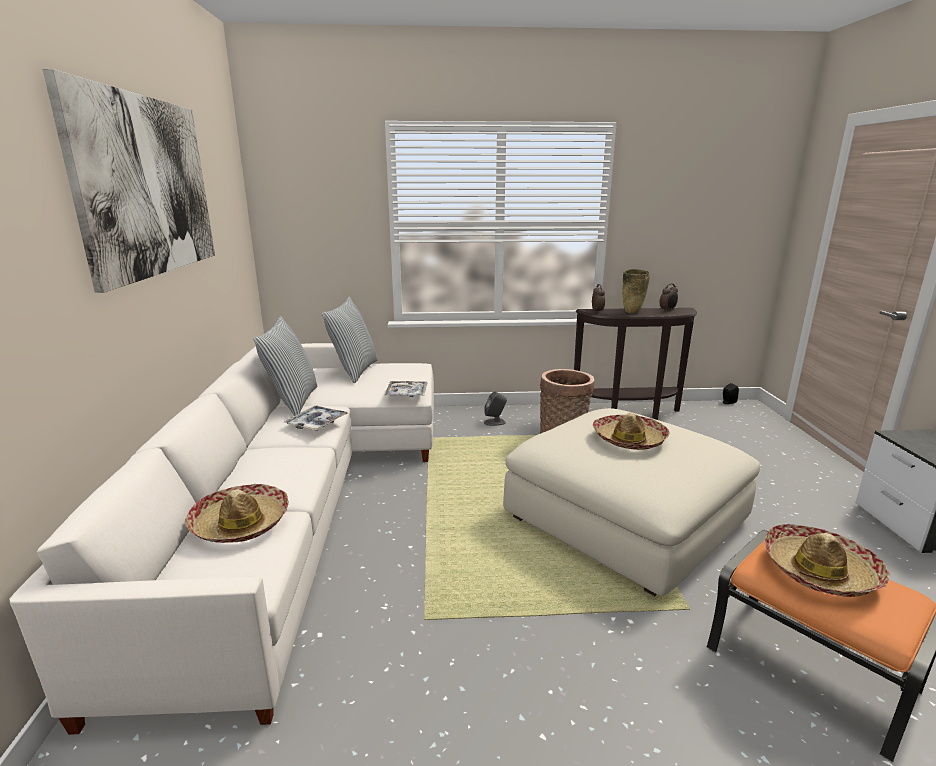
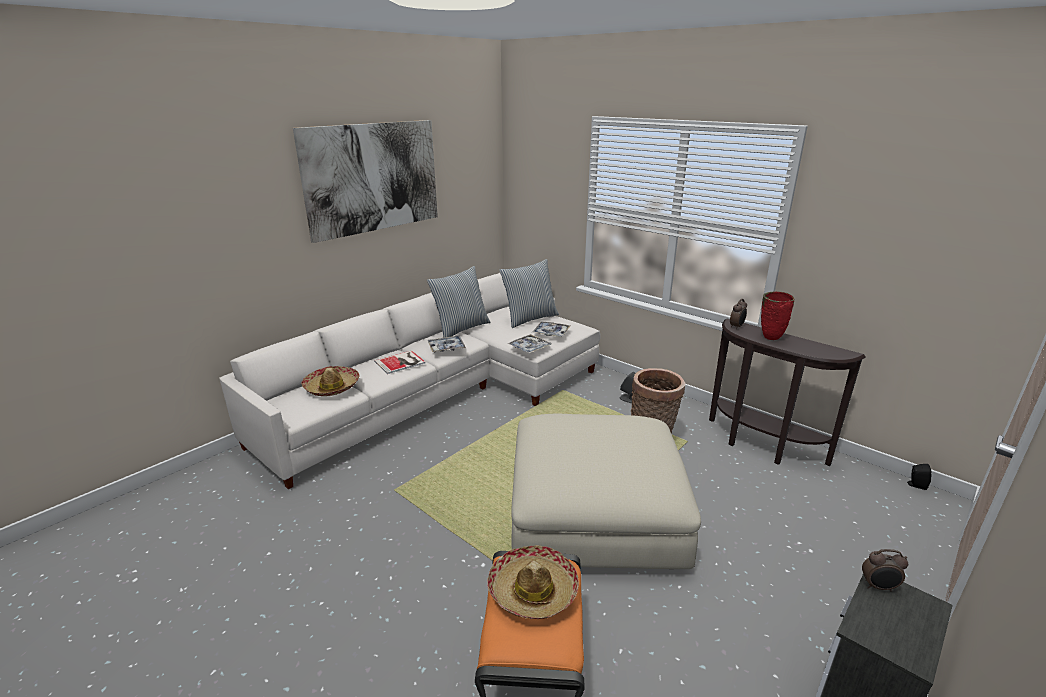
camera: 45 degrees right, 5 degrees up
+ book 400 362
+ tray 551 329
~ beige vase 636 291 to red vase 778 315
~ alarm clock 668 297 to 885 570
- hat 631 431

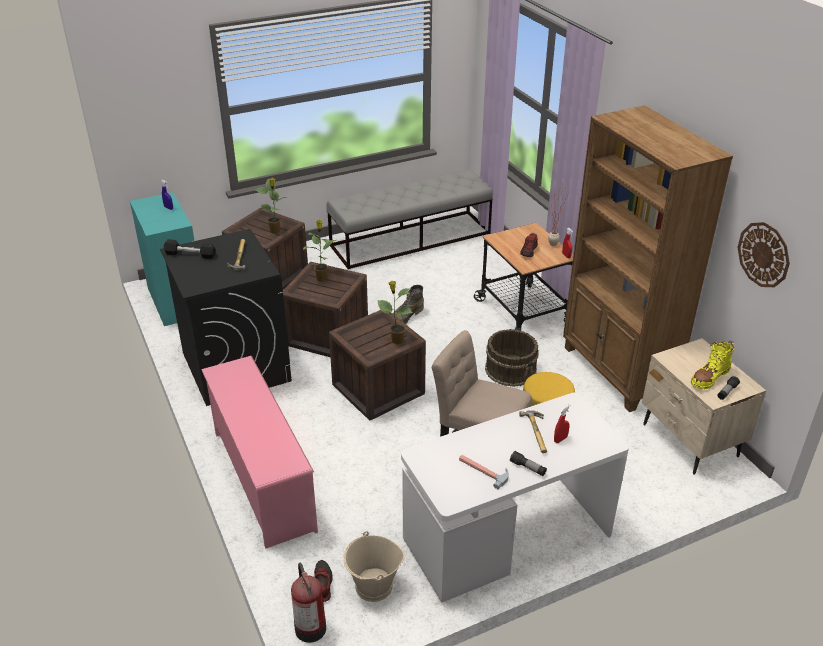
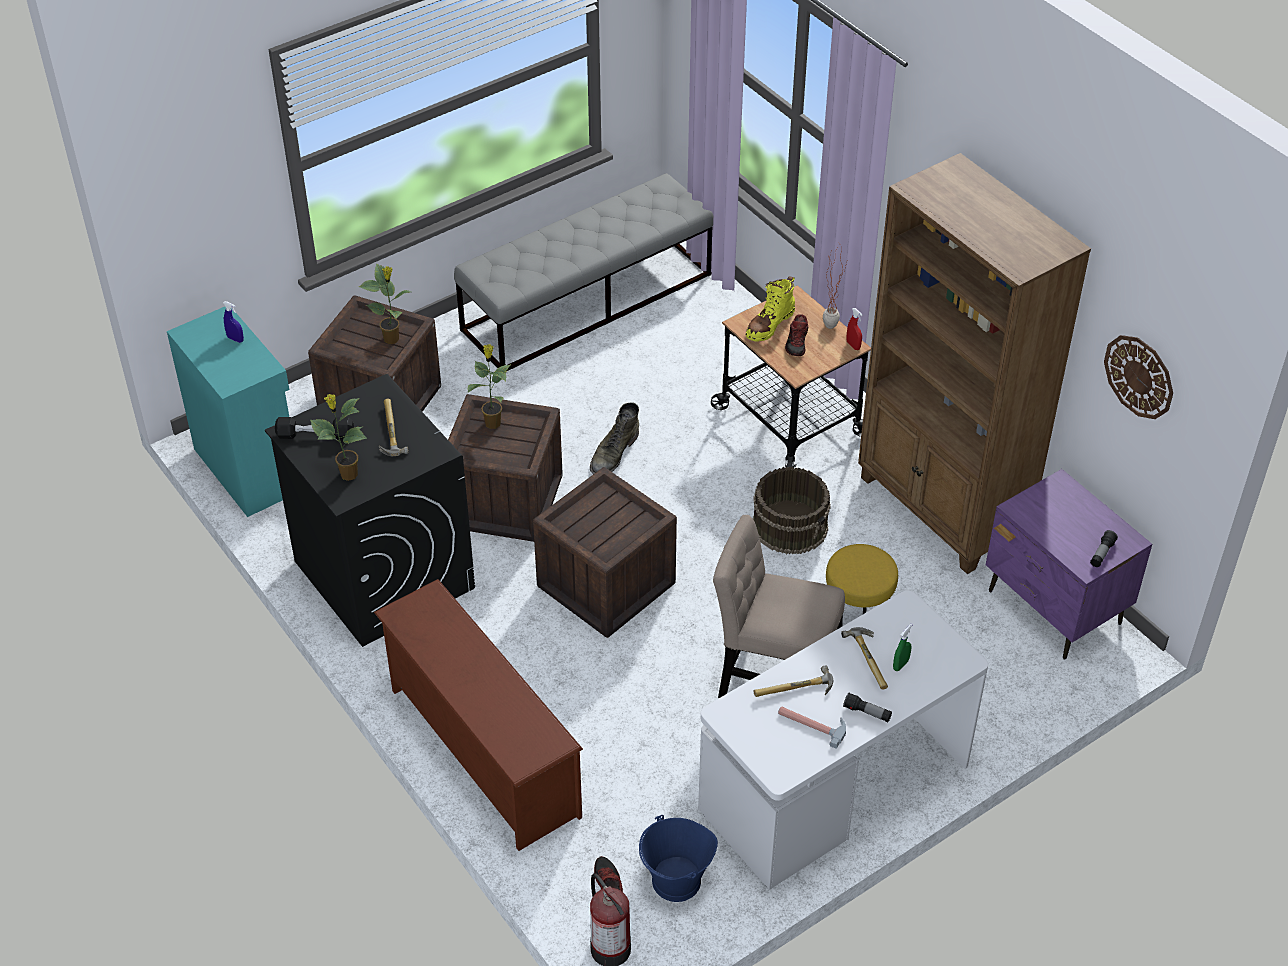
camera: 10 degrees left, 10 degrees up
~ potted plant 395 313 to 338 437
~ pink shoe rack 259 452 to brown shoe rack 478 715
~ beige bucket 374 566 to blue bucket 678 858
~ yellow boot 712 365 to 770 309
+ hammer 793 681
~ red spray bottle 562 423 to green spray bottle 902 647
~ beige nightstand 704 406 to purple nightstand 1069 564

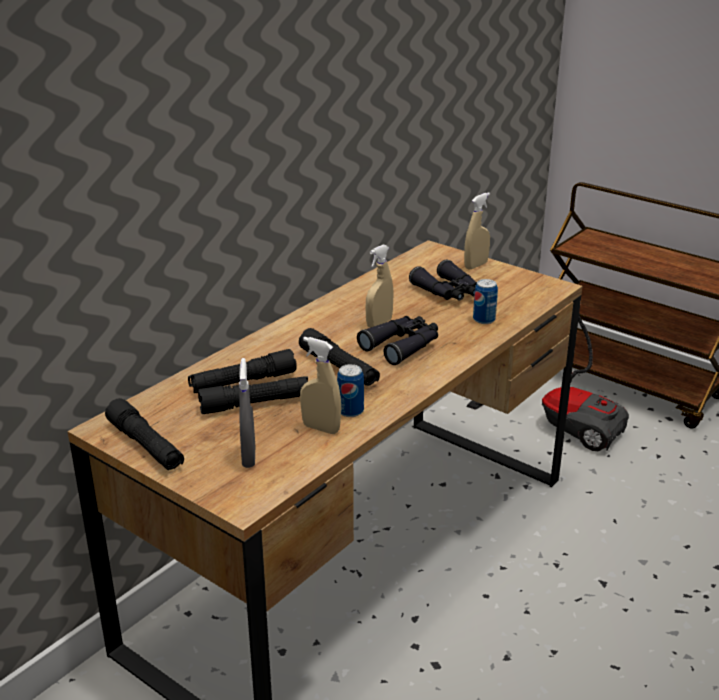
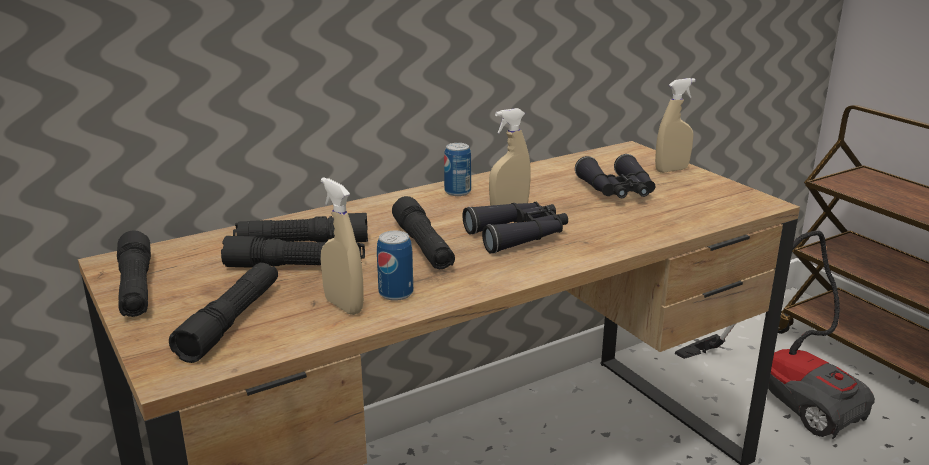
camera: 20 degrees right, 5 degrees down
~ grey spray bottle 247 413 to black flashlight 223 313
~ can 485 301 to 457 169

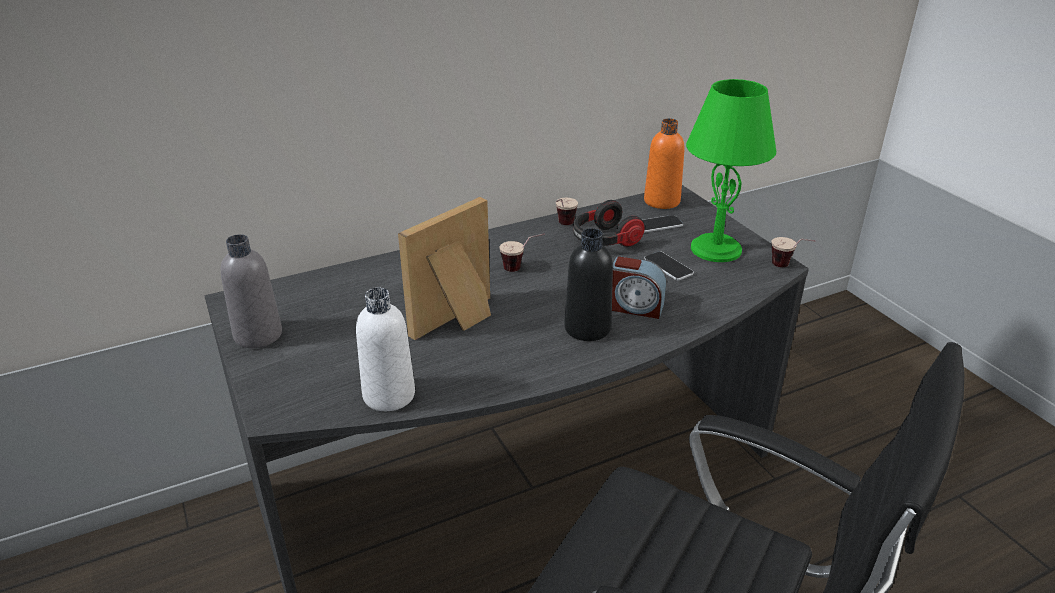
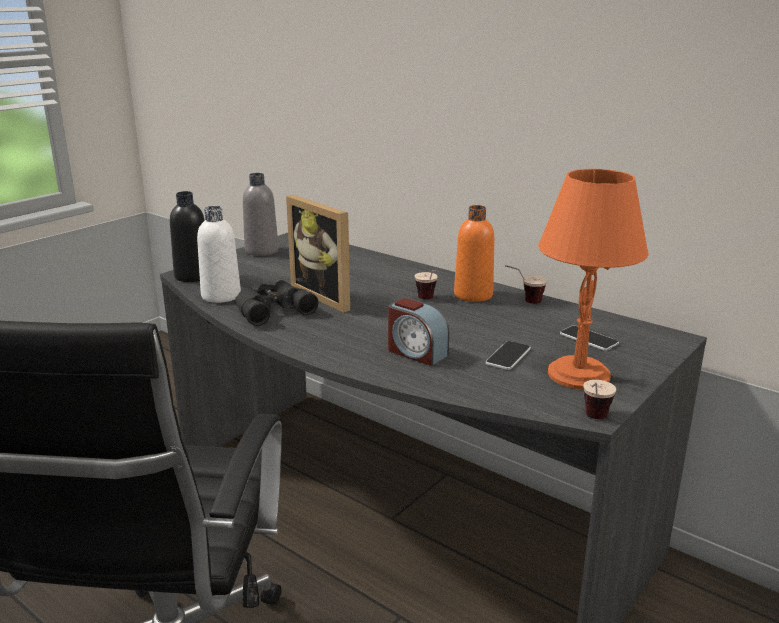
camera: 65 degrees right, 10 degrees down
~ black bottle 588 284 to 187 236
+ black binoculars 277 303
~ picture frame 444 268 = 318 254 150 degrees counterclockwise
~ alarm clock 639 287 = 418 332 45 degrees counterclockwise
~ orange bottle 664 163 to 474 253
~ green table lamp 731 170 to orange table lamp 593 279
- headphones 609 223

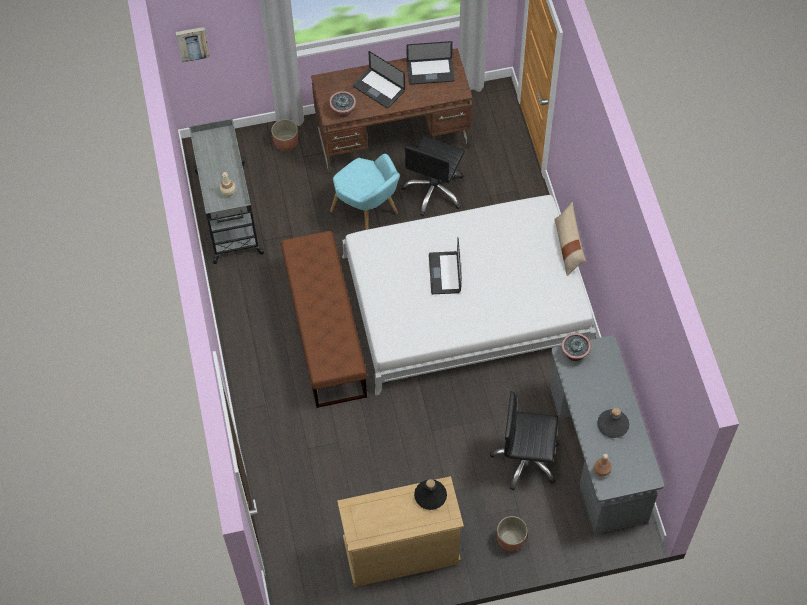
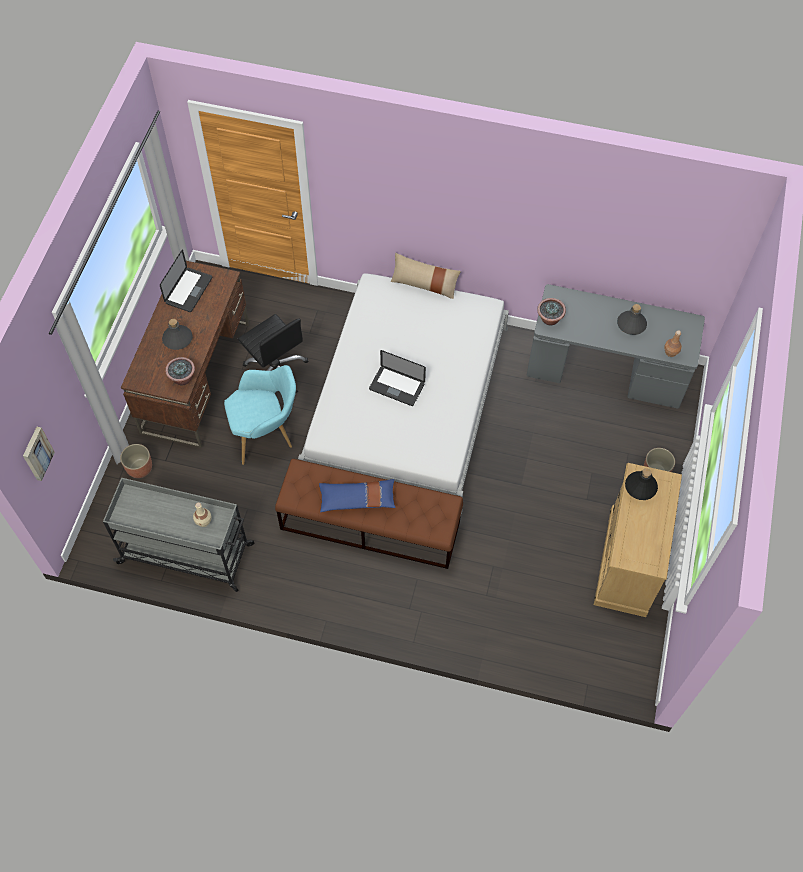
camera: 65 degrees left, 0 degrees up
~ laptop 379 79 to grey bottle 177 334
+ blue pillow 357 495
- black office chair 524 440

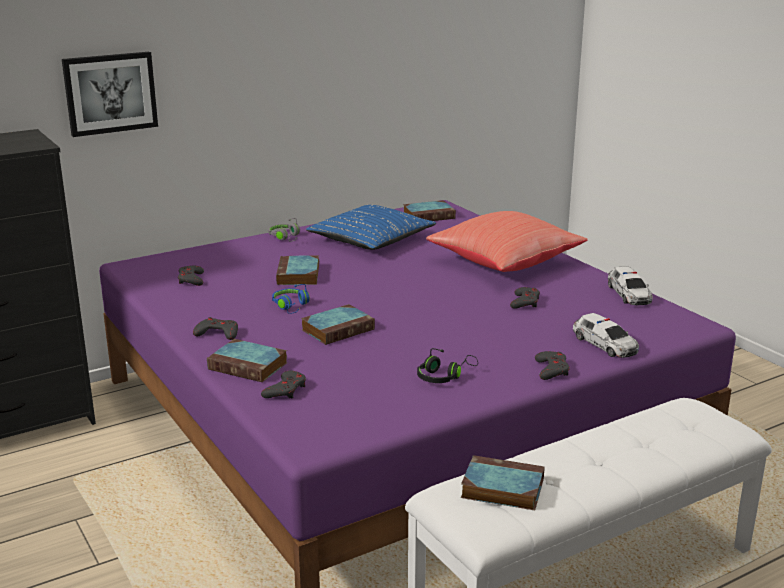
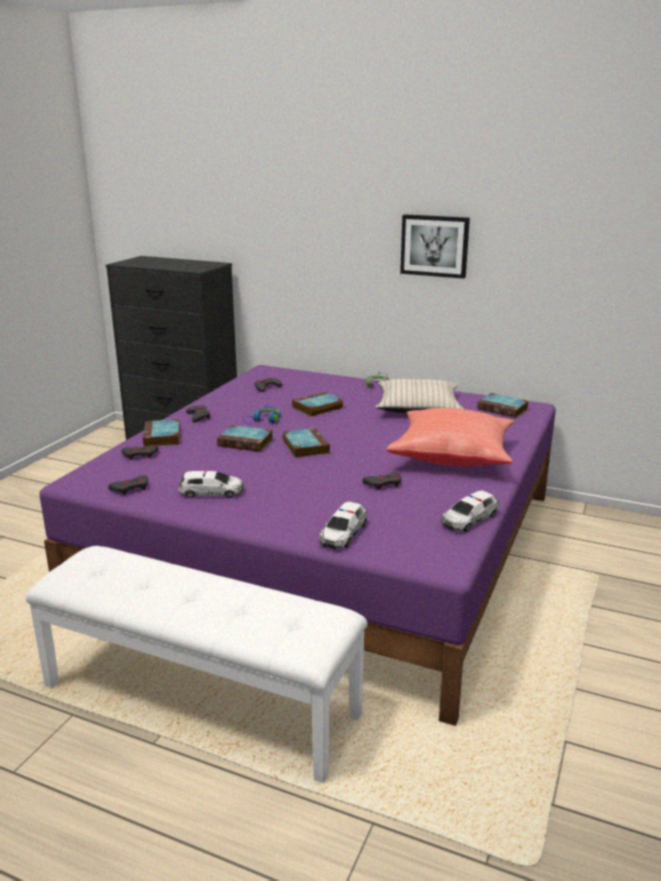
camera: 55 degrees right, 0 degrees up
~ grey game controller 552 365 to 128 485
~ black headphones 447 365 to toy car 211 484
~ book 503 482 to 306 443
~ blue pillow 371 227 to beige pillow 419 396
~ picture 110 94 to 435 246

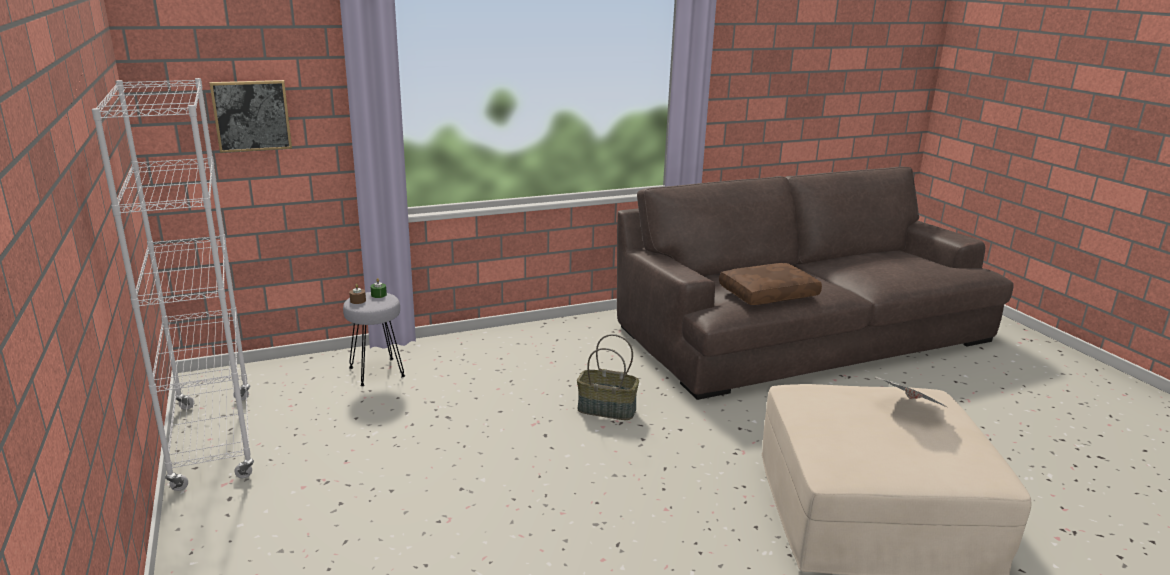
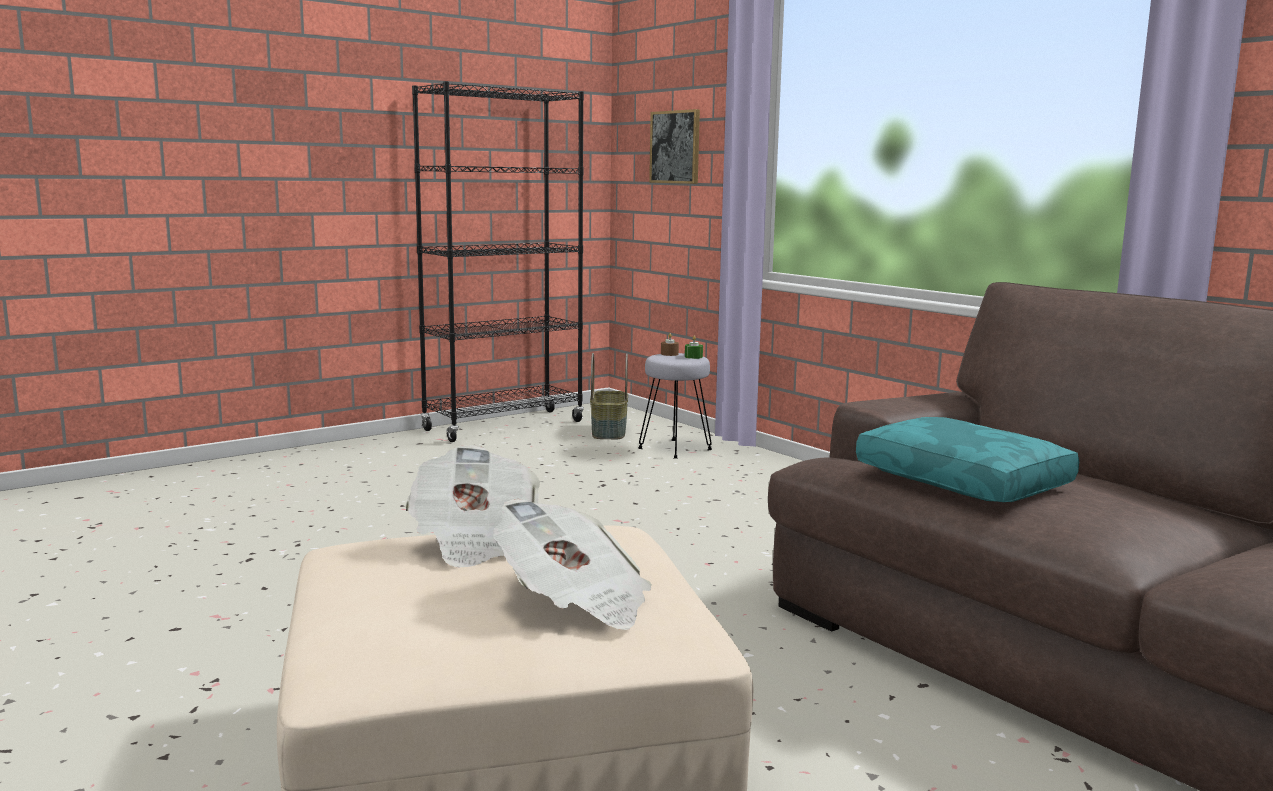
camera: 75 degrees right, 10 degrees down
+ newspaper 472 506
~ white bookcase 173 284 to black bookcase 498 261
~ basket 608 377 to 609 396
~ brown pillow 770 284 to turquoise pillow 967 459

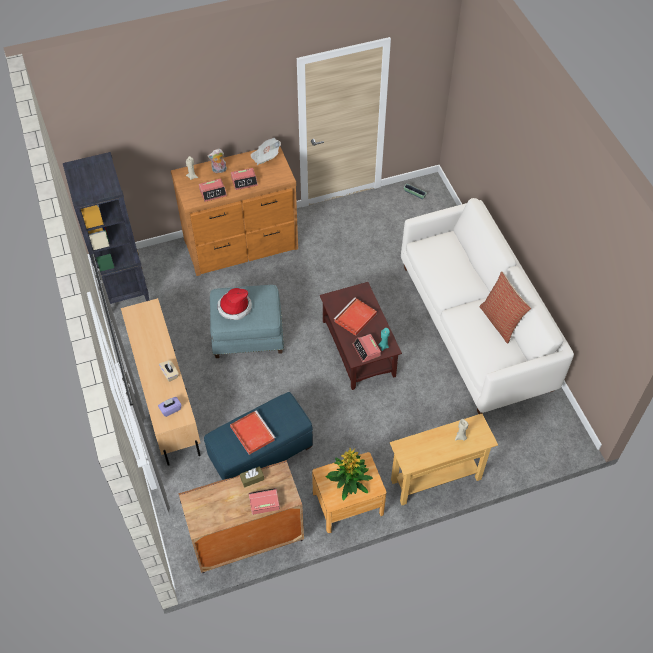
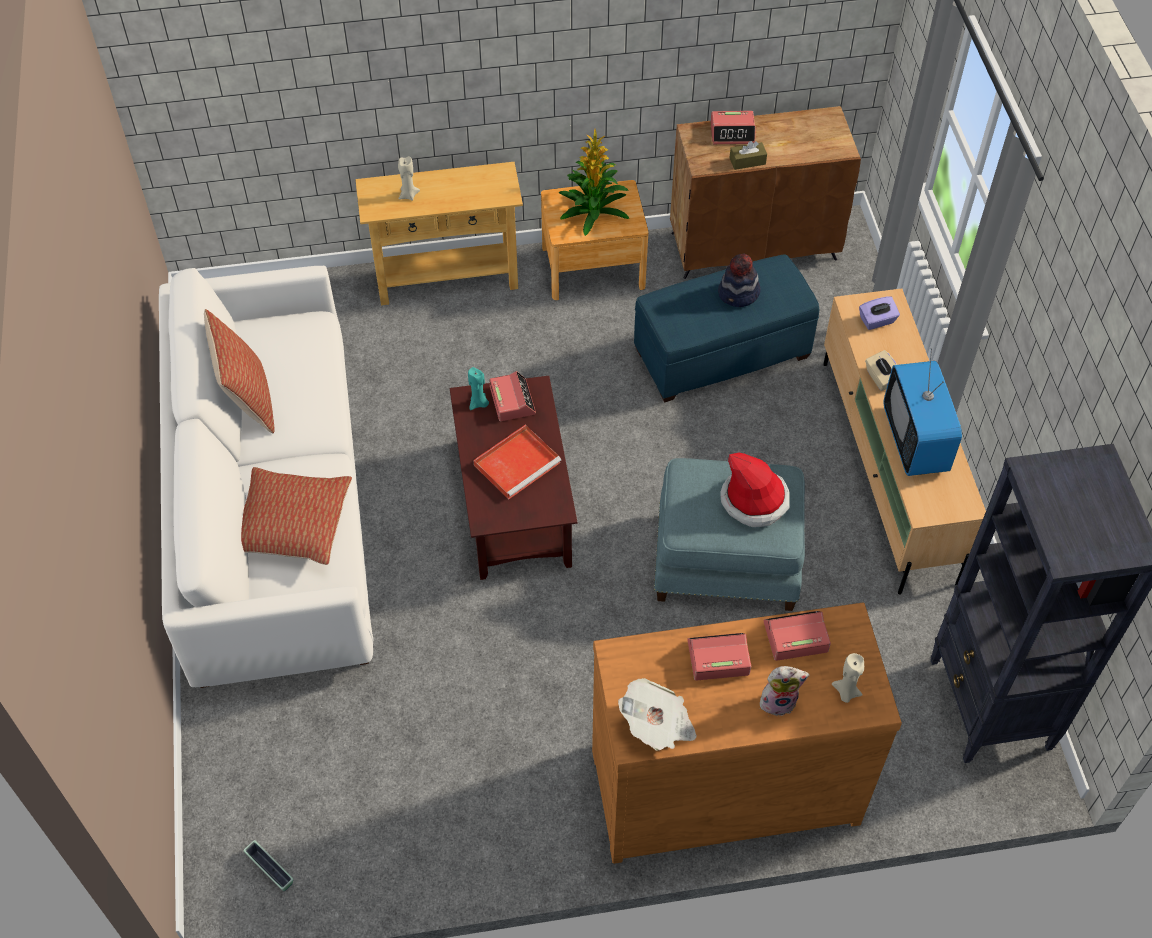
camera: 170 degrees left, 0 degrees up
+ pillow 296 516
~ red tray 253 432 to hat 739 280
+ television 923 412

